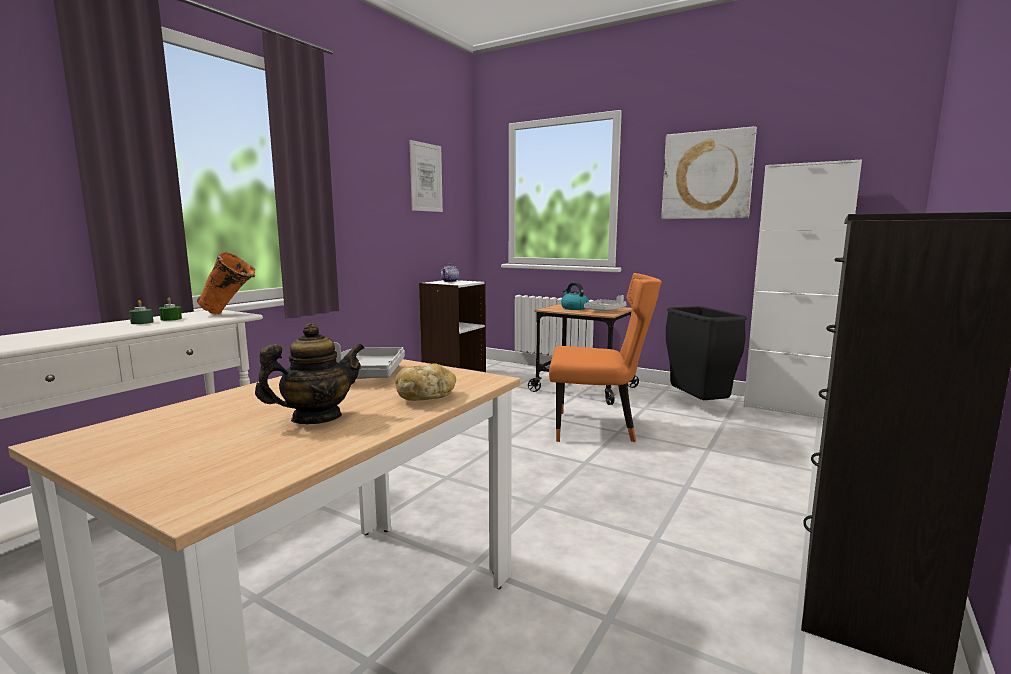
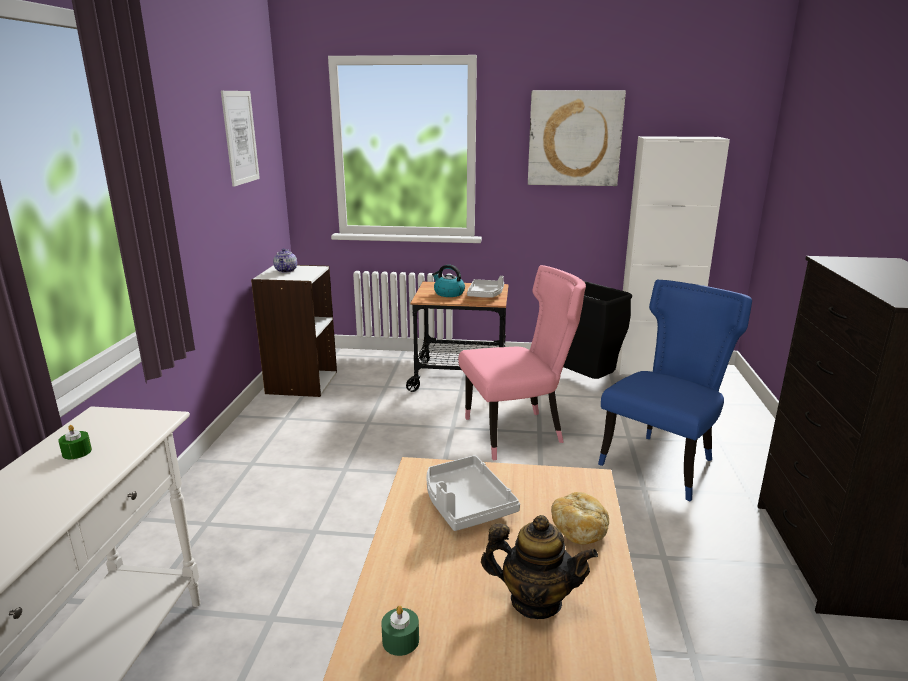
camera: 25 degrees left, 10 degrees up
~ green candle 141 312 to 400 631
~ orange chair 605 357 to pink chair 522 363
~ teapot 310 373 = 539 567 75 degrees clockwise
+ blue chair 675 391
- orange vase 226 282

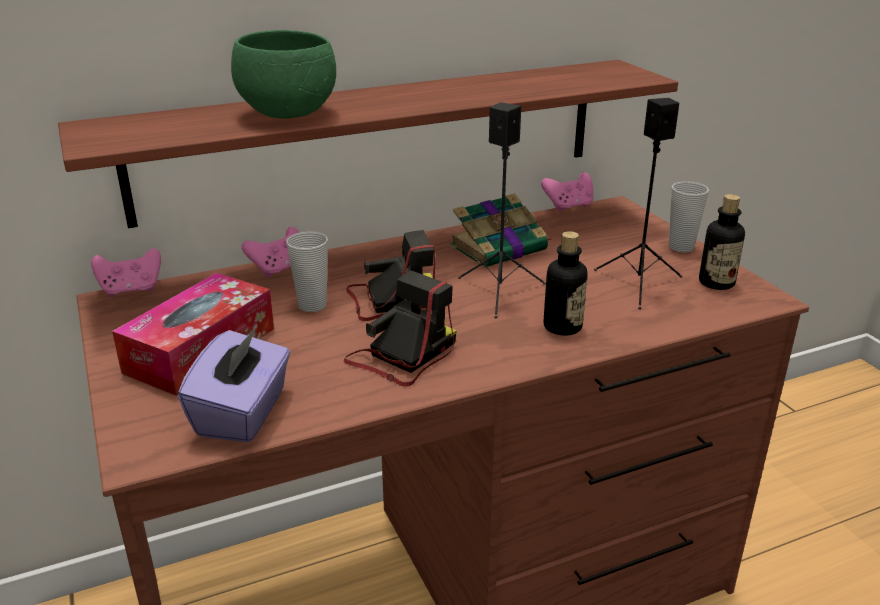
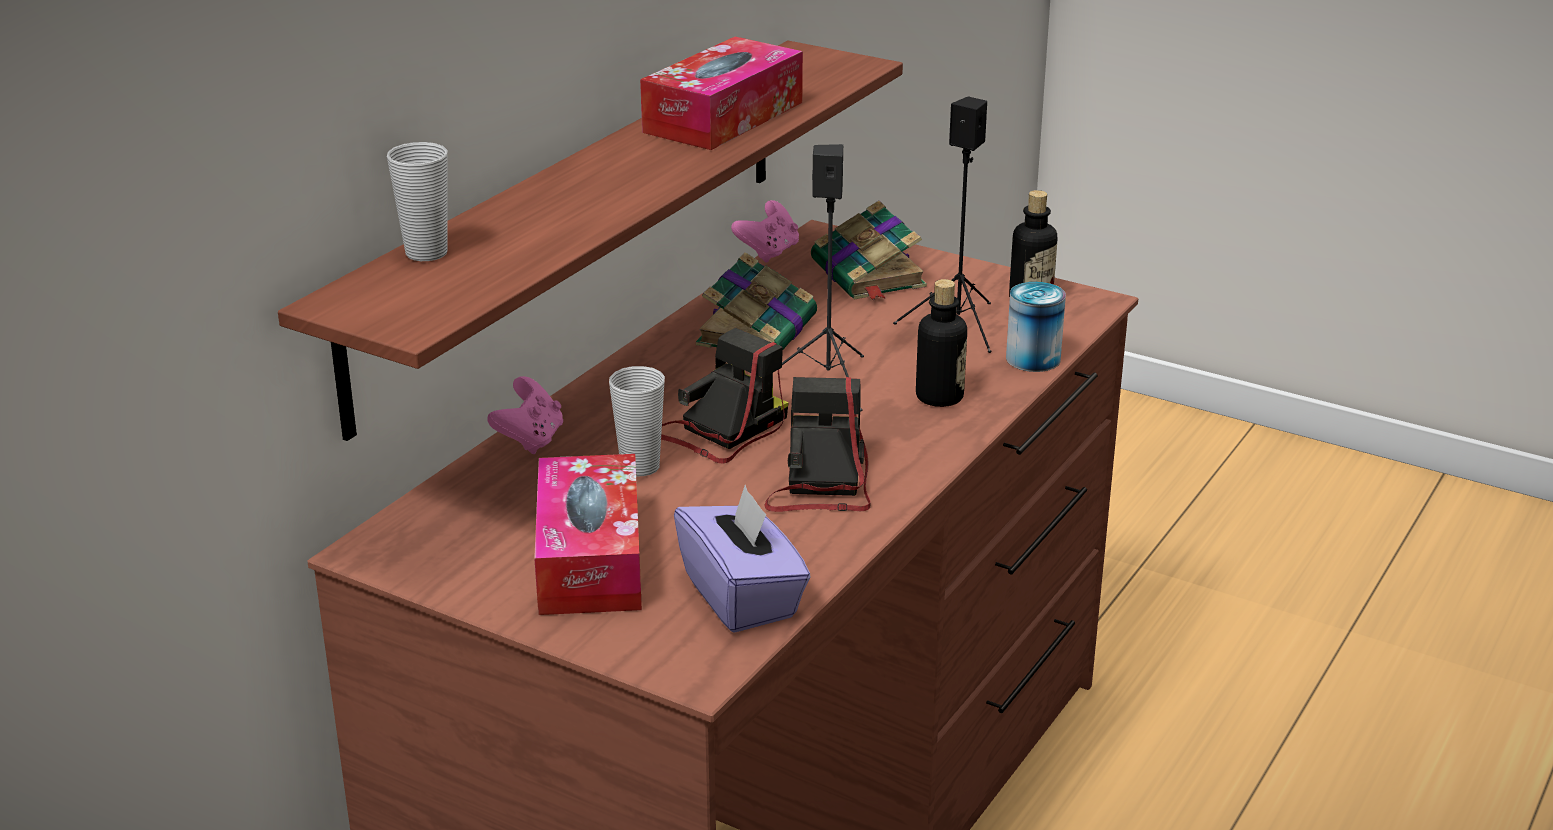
camera: 35 degrees left, 0 degrees up
~ cup 689 217 to 417 201
+ tissue box 721 93
+ book 869 251
+ can 1036 327
- pink game controller 126 272
- green bowl 283 74

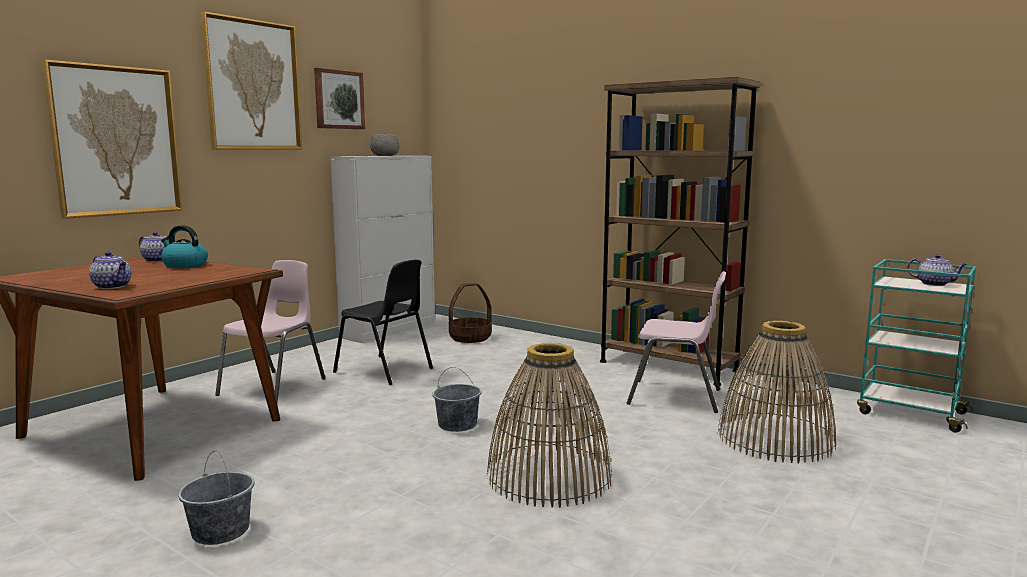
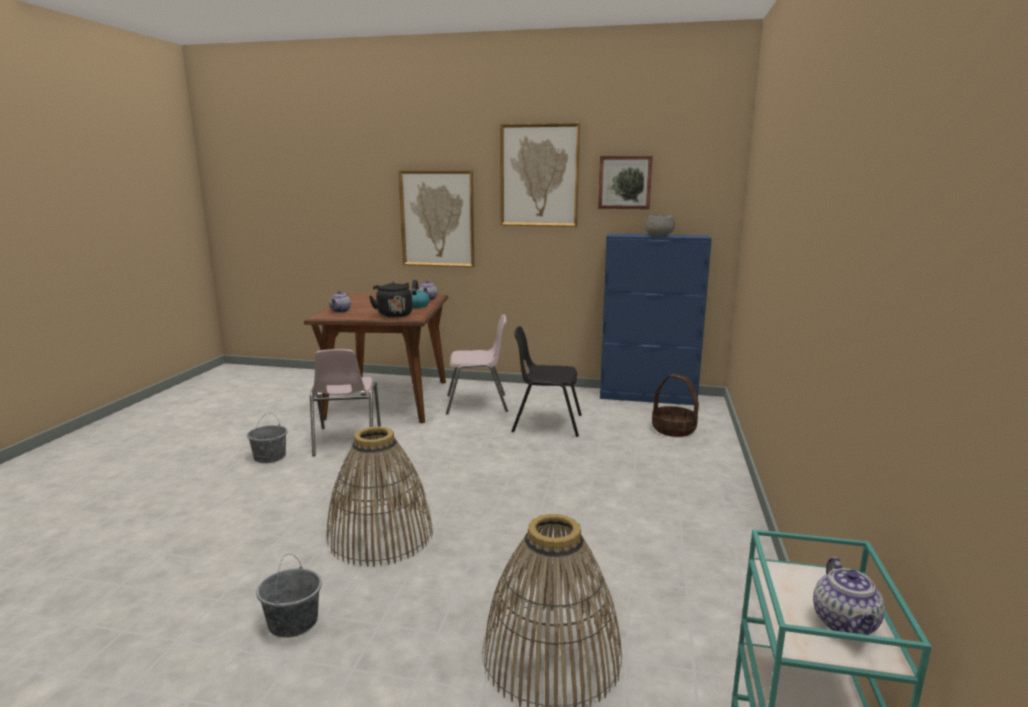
camera: 65 degrees right, 5 degrees up
~ grey bucket 457 399 to 289 596
~ pink chair 676 342 to 345 402
+ black kettle 390 300
~ black chair 383 322 = 547 381 90 degrees clockwise
~ white cabinet 382 249 to blue cabinet 656 319
- brown bookcase 680 231

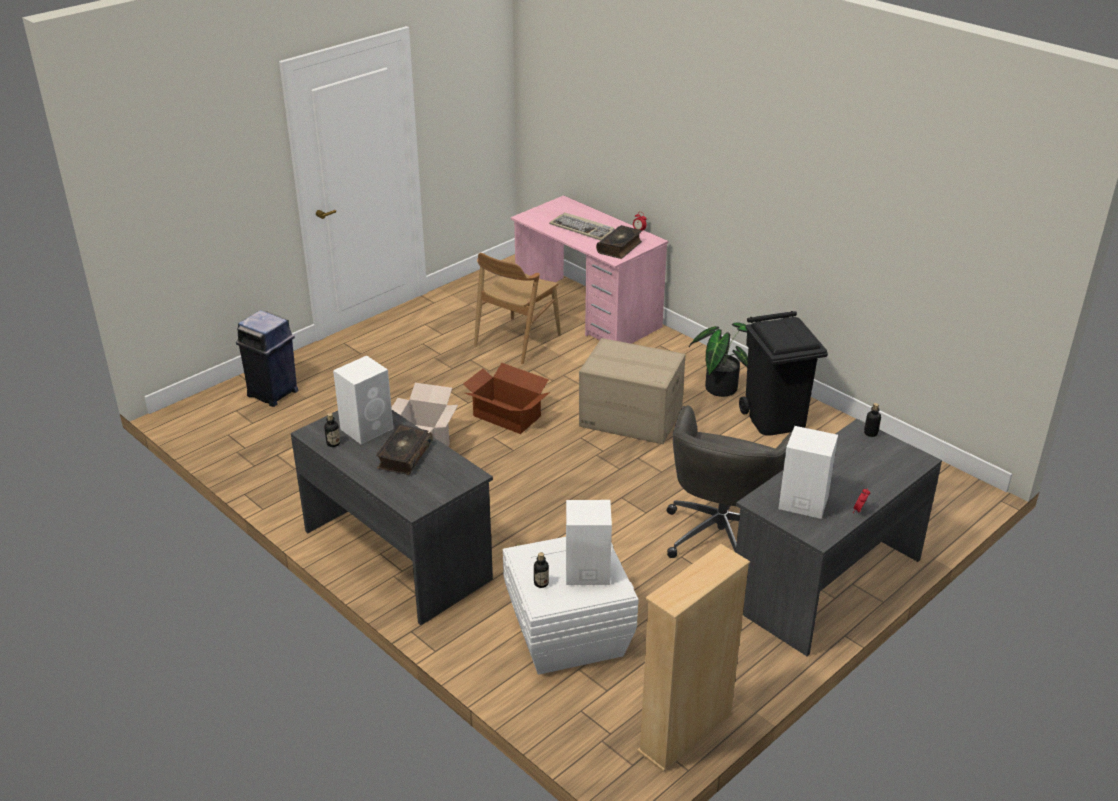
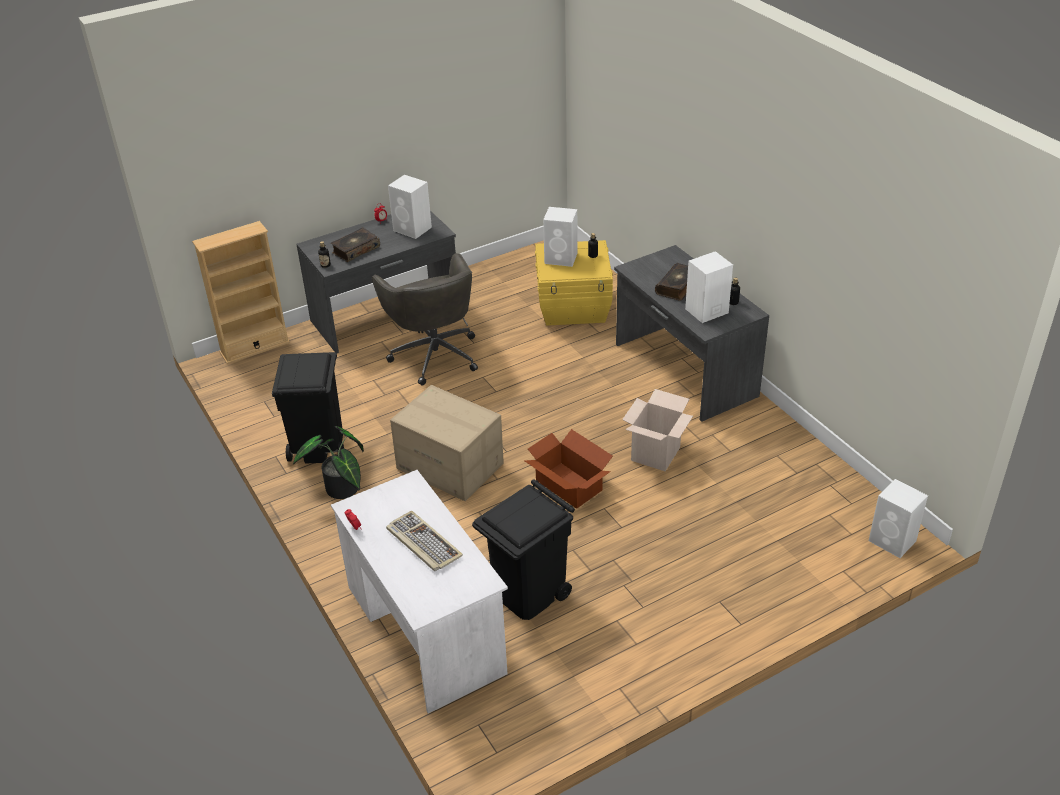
camera: 165 degrees left, 5 degrees up
~ beige bookcase 693 658 to 241 292
~ book 619 242 to 355 244
~ pink desk 589 269 to white desk 419 592
~ grey office chair 729 481 = 425 319 120 degrees clockwise
~ brown chair 517 308 to black trash can 523 549
~ white storage box 570 606 to yellow storage box 574 283
+ white speaker 898 518
- blue trash can 267 358

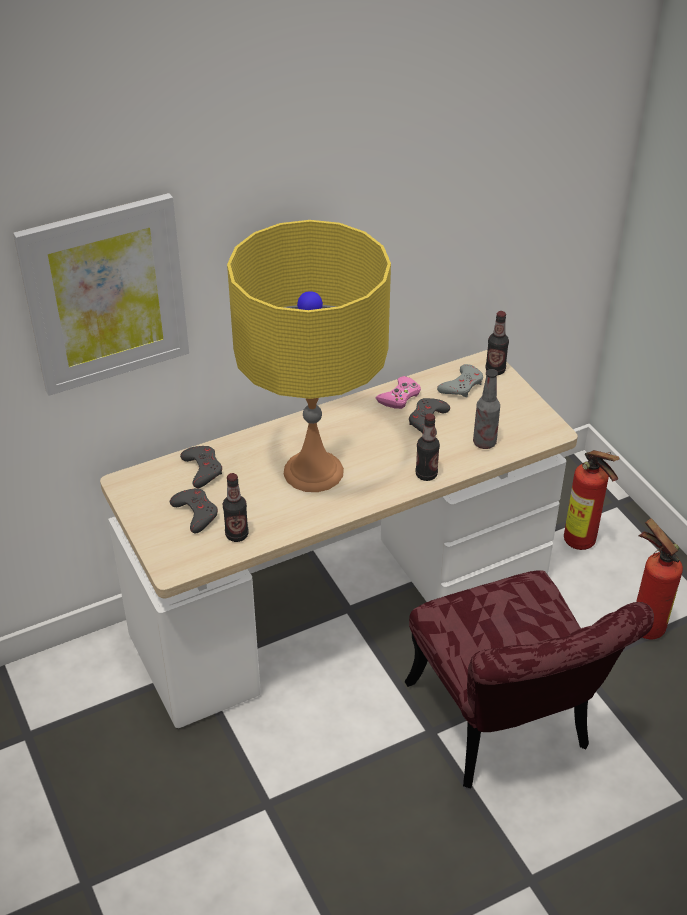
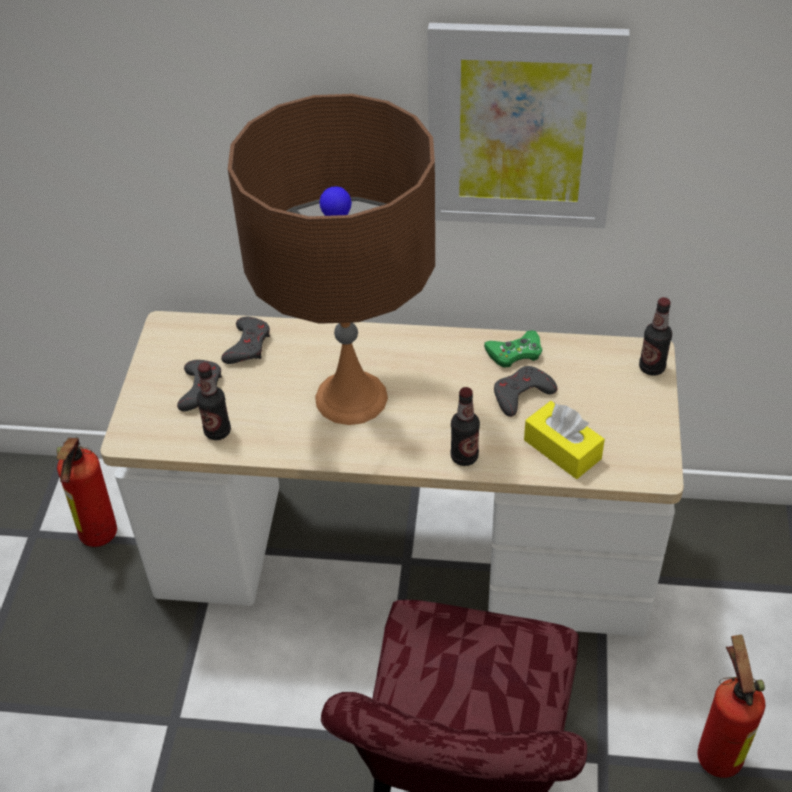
camera: 35 degrees right, 5 degrees up
~ fire extinguisher 591 500 to 87 492
~ yellow table lamp 309 356 to brown table lamp 331 259
~ picture 101 294 to 529 125
~ pink game controller 398 392 to green game controller 513 349
~ bottle 486 409 to yellow tissue box 564 440
- grey game controller 460 381

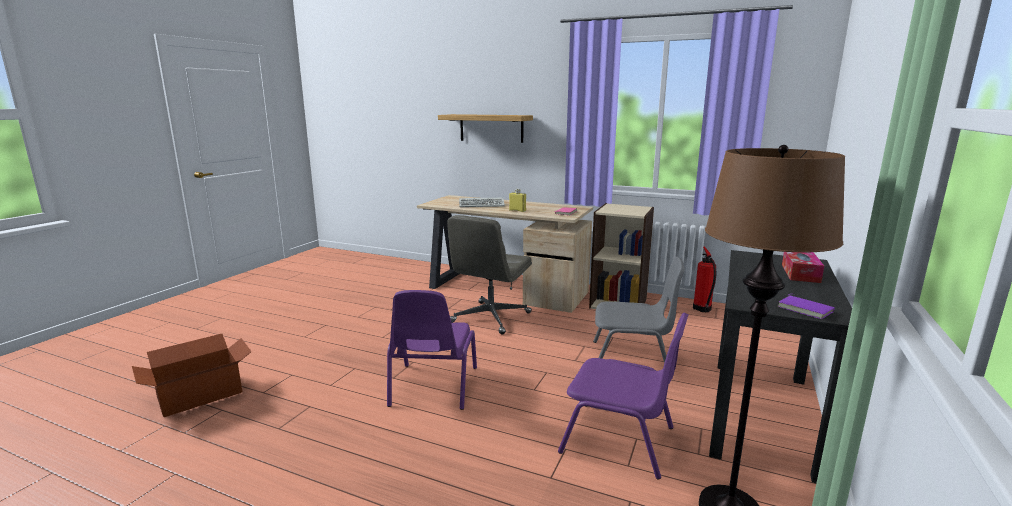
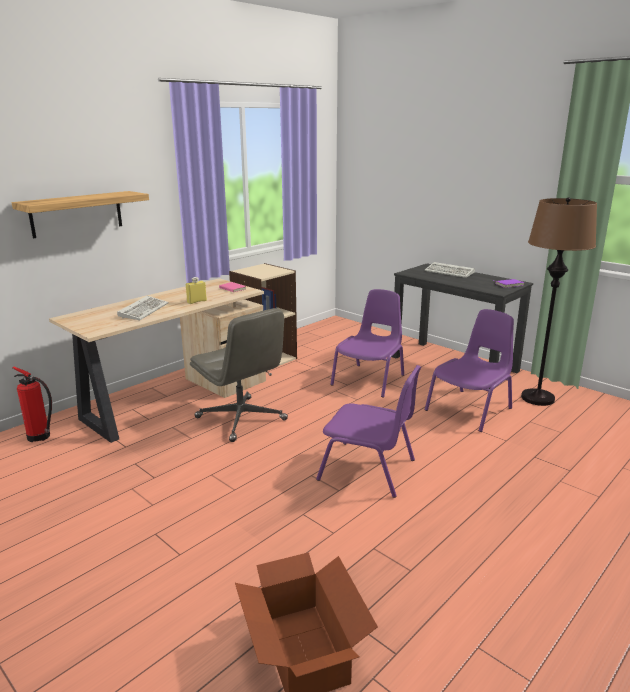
camera: 70 degrees left, 5 degrees up
~ fire extinguisher 704 279 to 32 404
~ grey chair 639 318 to purple chair 367 343
~ tissue box 803 267 to keyboard 449 270

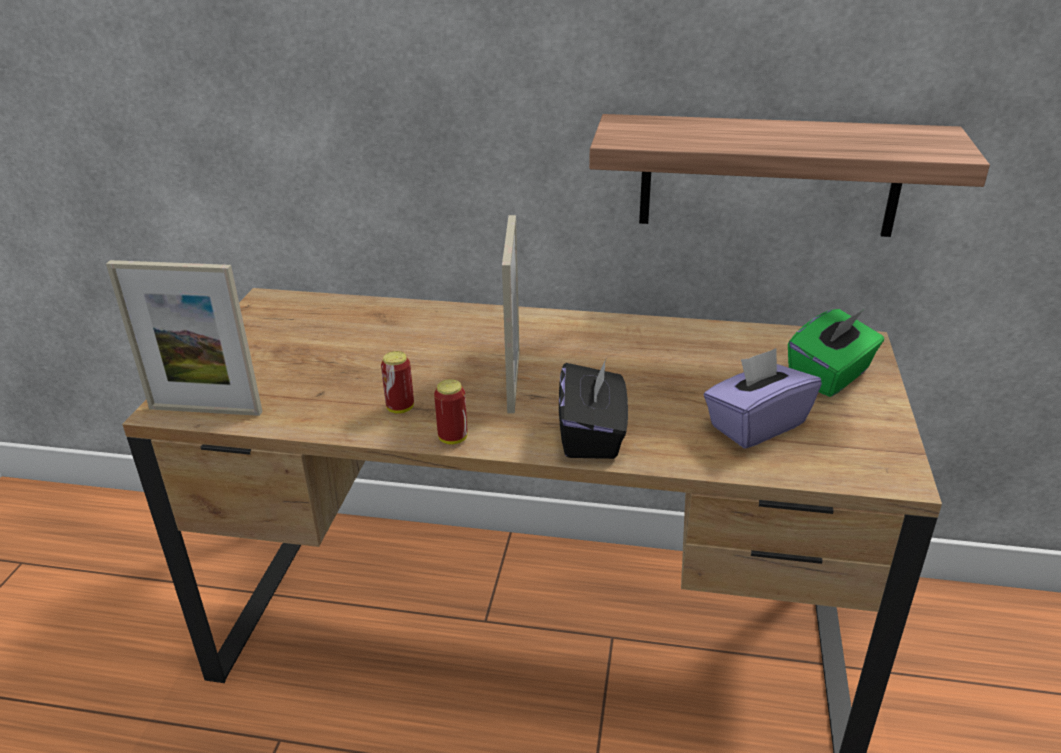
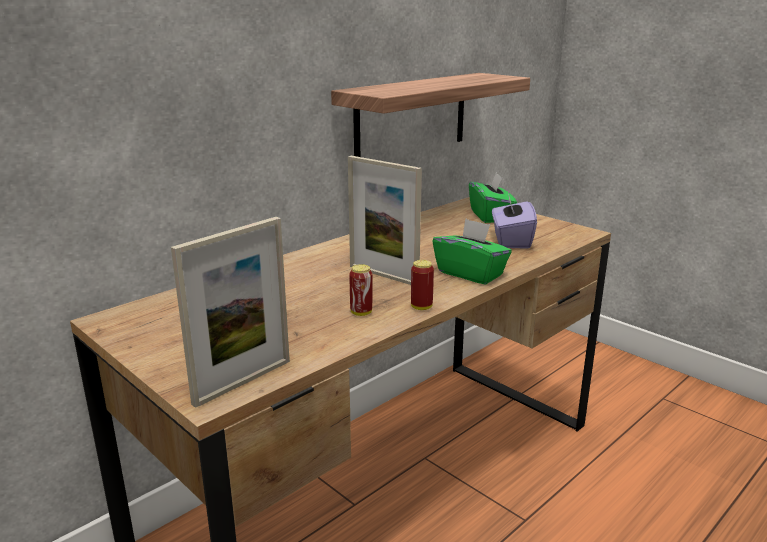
camera: 55 degrees left, 10 degrees down
~ black tissue box 593 408 to green tissue box 472 251

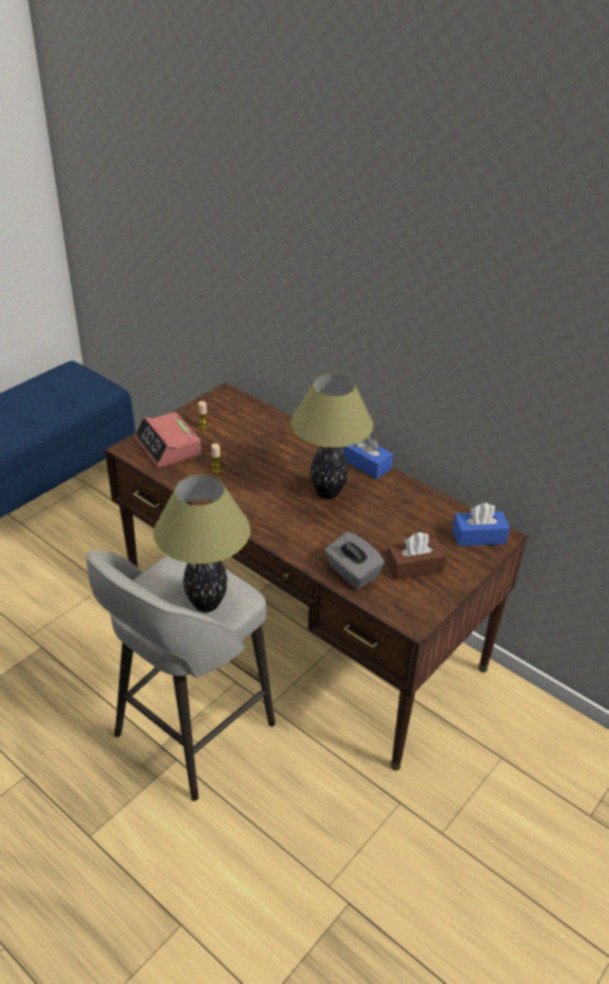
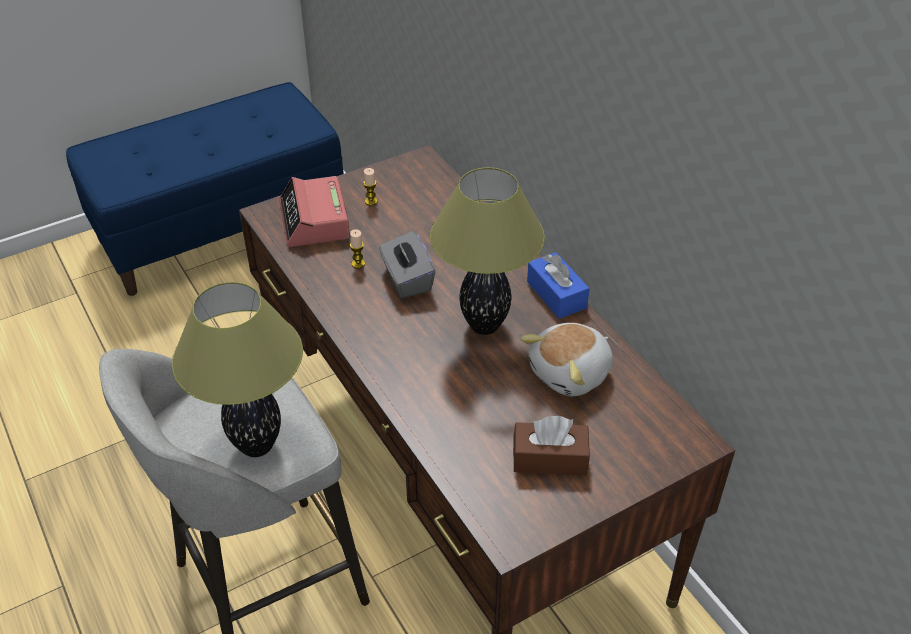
camera: 20 degrees right, 5 degrees up
~ grey tissue box 355 560 to 407 264
+ plush toy 566 359
- blue tissue box 481 524

